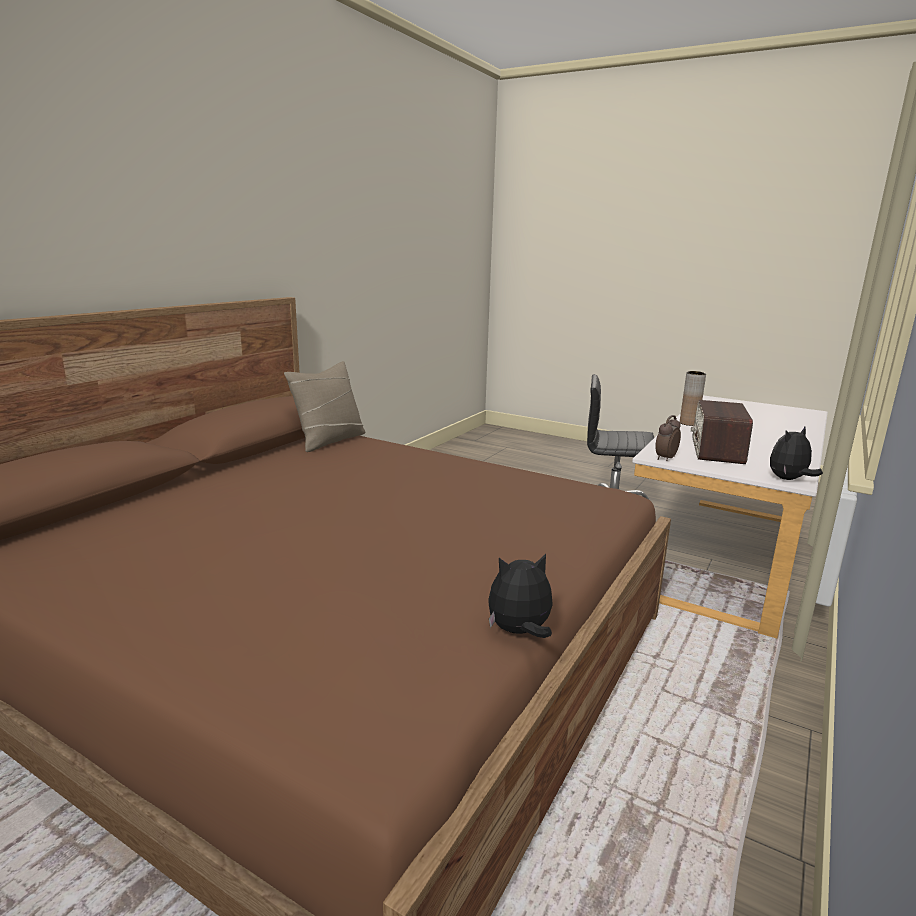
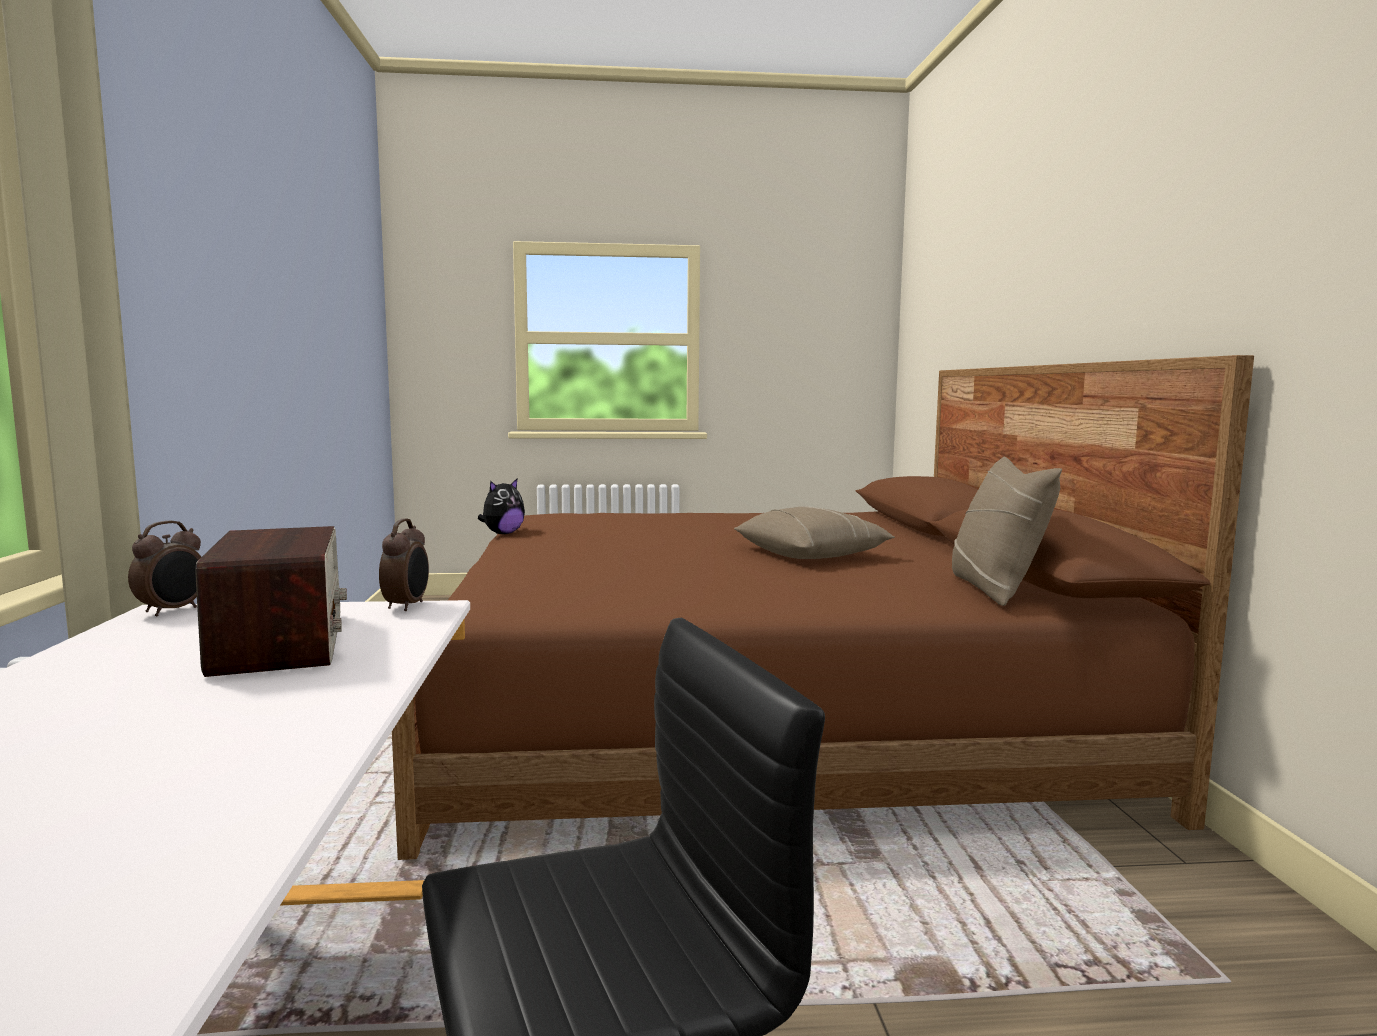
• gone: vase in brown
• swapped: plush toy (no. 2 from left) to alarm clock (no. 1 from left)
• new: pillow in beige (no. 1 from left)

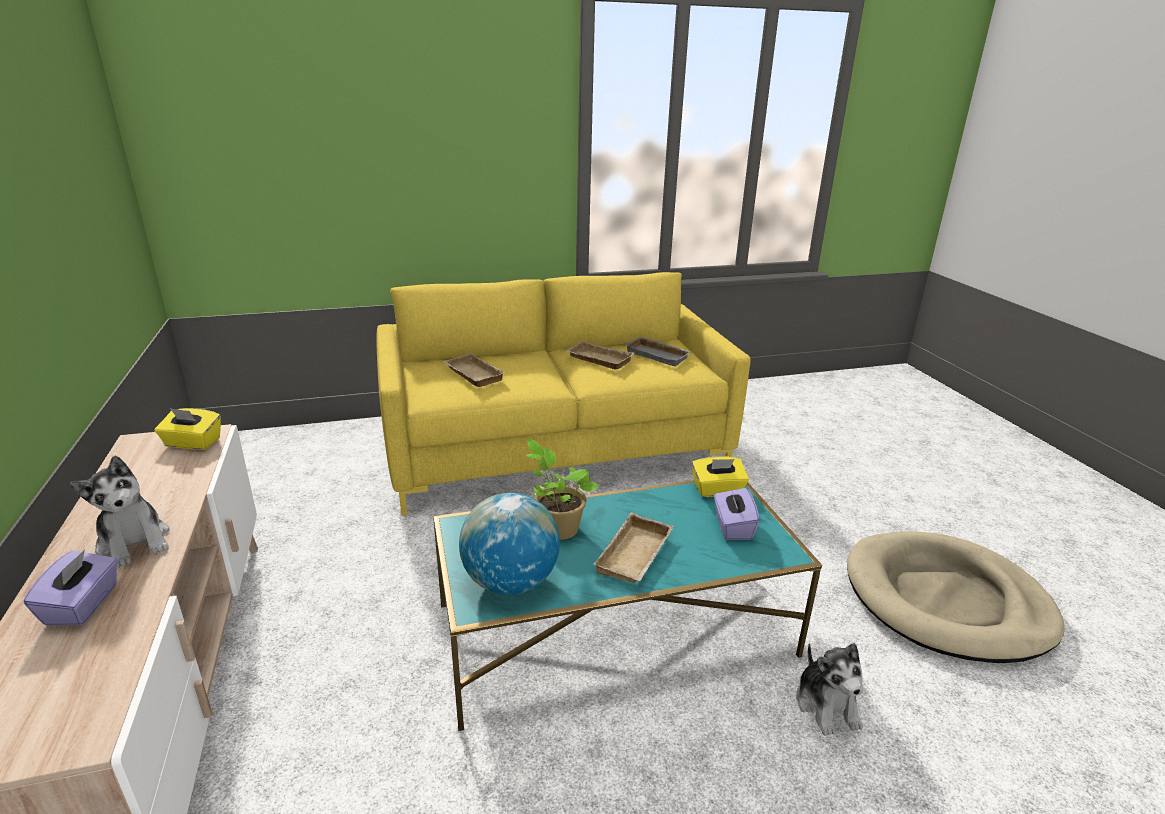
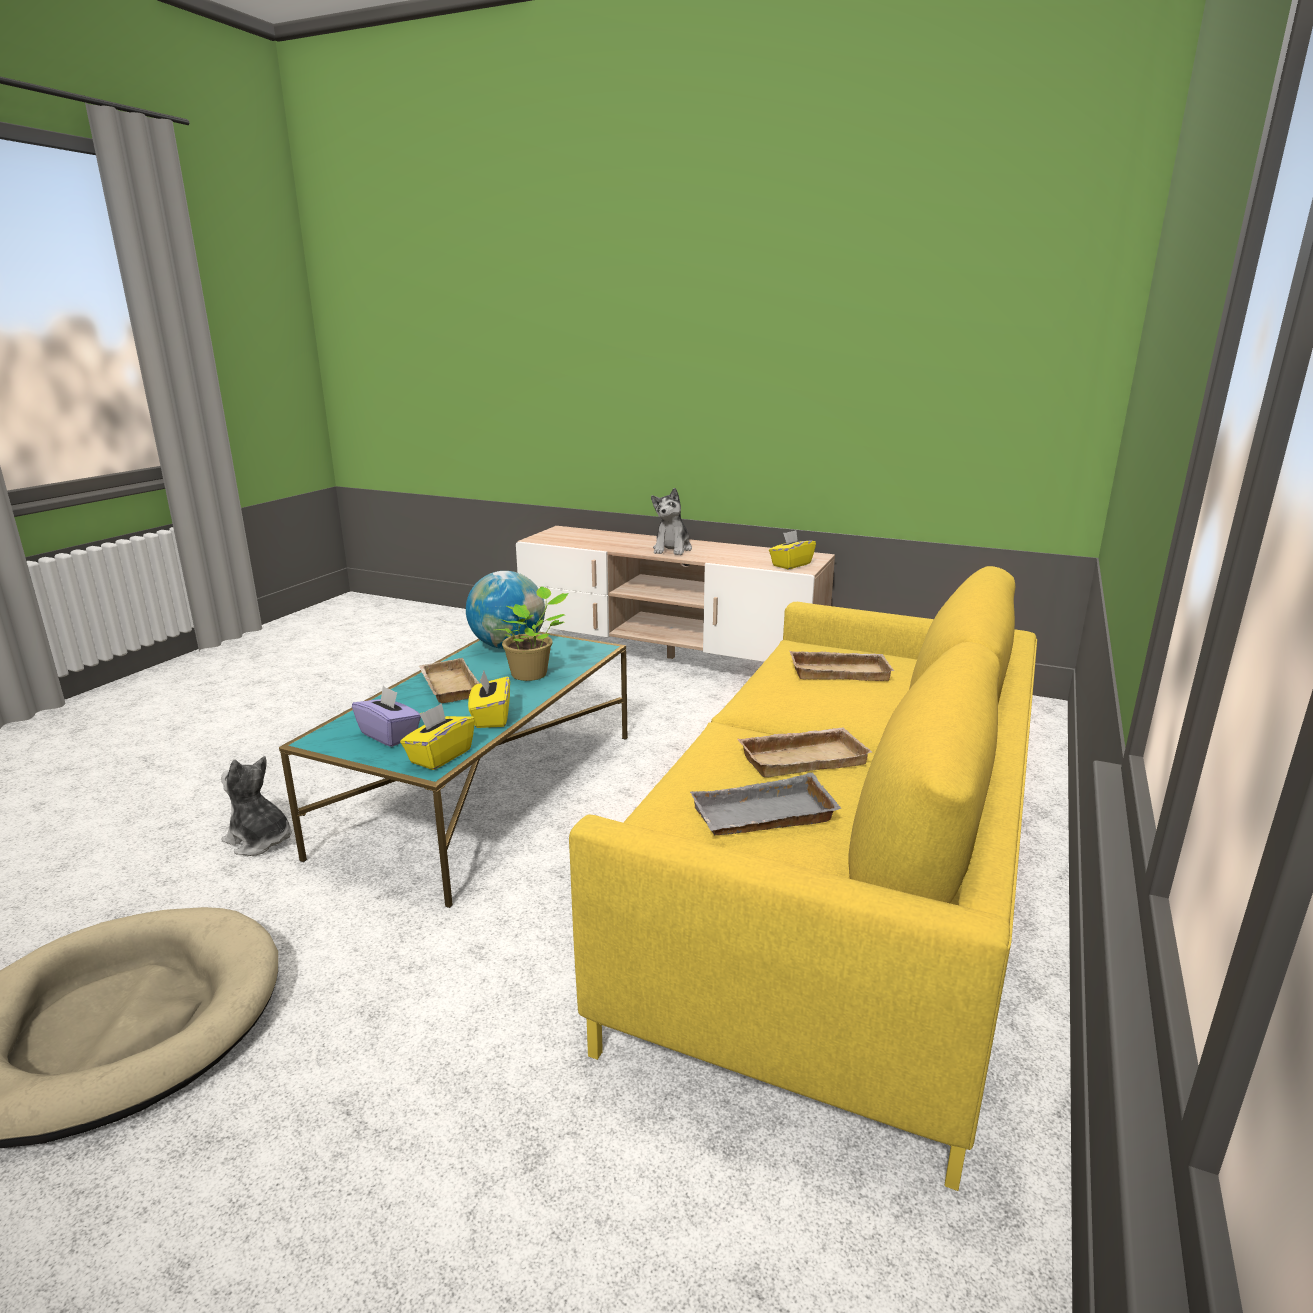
• rotated: plush toy (no. 1 from left in the first image) 75 degrees counterclockwise
• gone: tissue box in purple (no. 1 from left)
• new: tissue box in yellow (no. 2 from left)

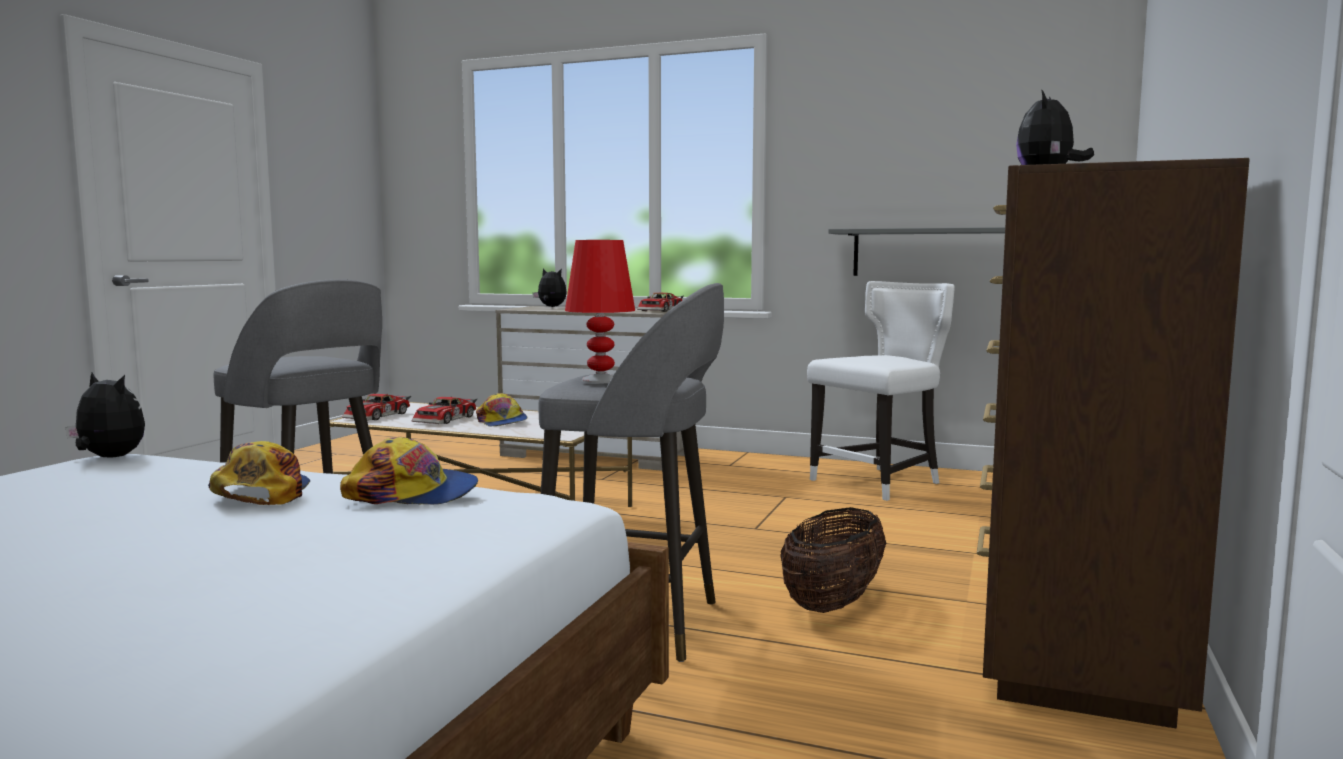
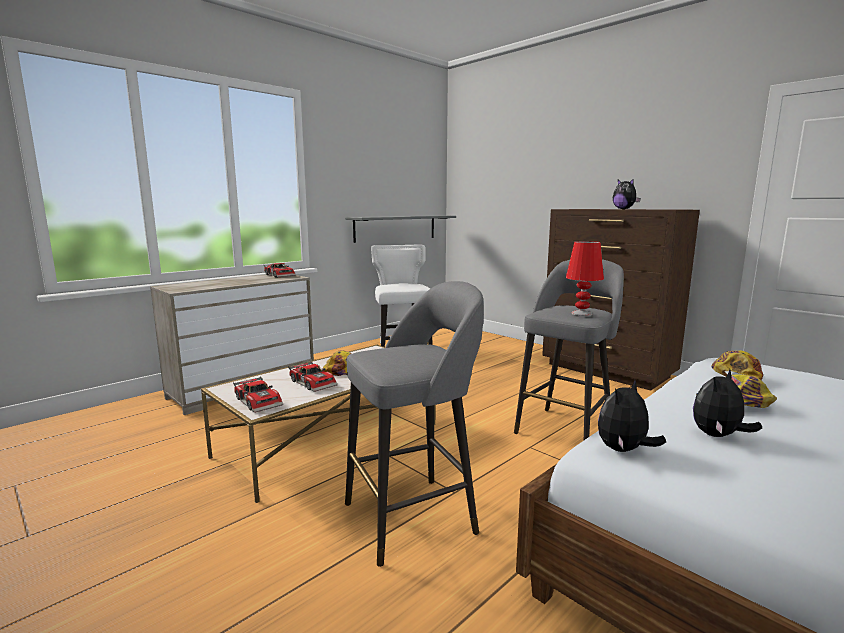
• shifted: plush toy (no. 2 from left in the first image) to plush toy (no. 3 from left)
• gone: basket

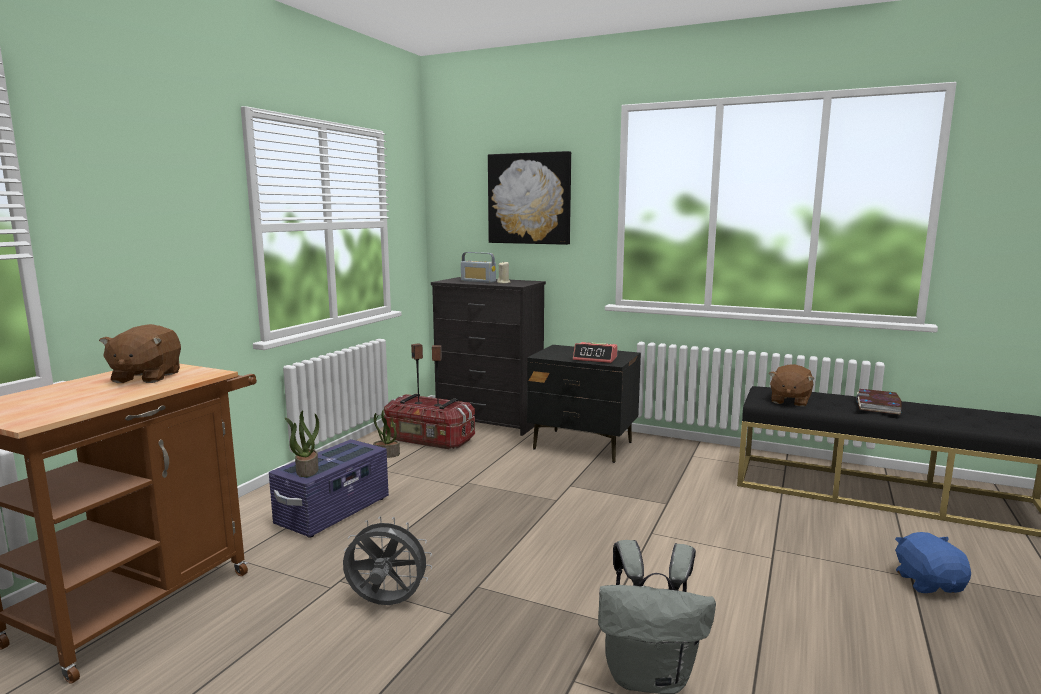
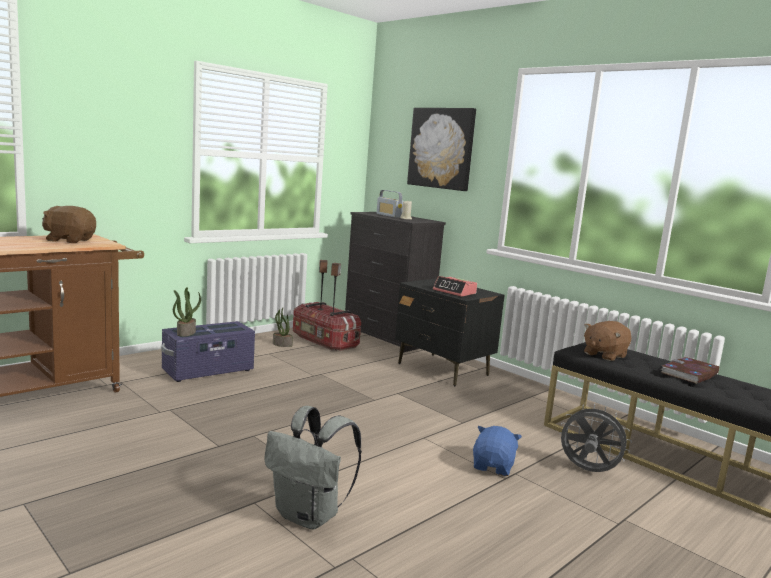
• rotated: plush toy in brown (no. 1 from left) 75 degrees clockwise
• shifted: fan in grey
• shifted: plush toy in blue

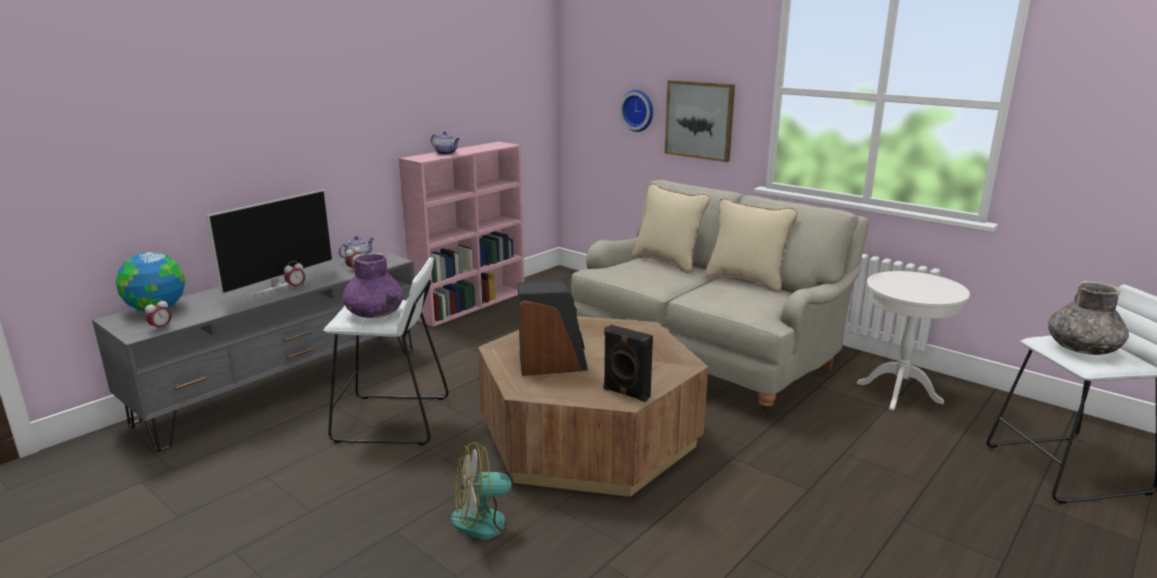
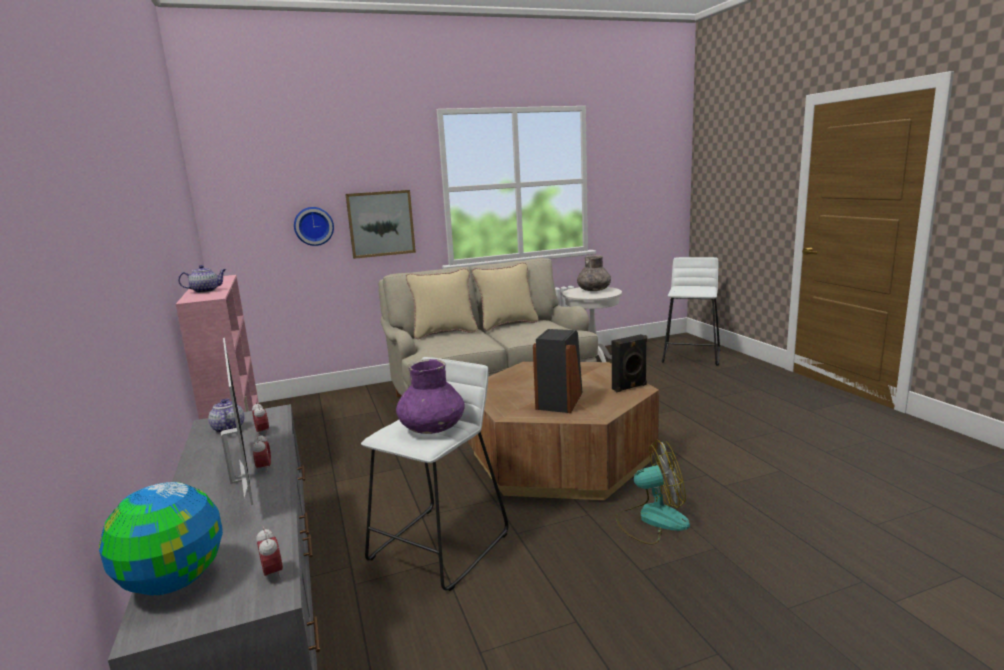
• shifted: vase in grey
• rotated: fan 105 degrees counterclockwise

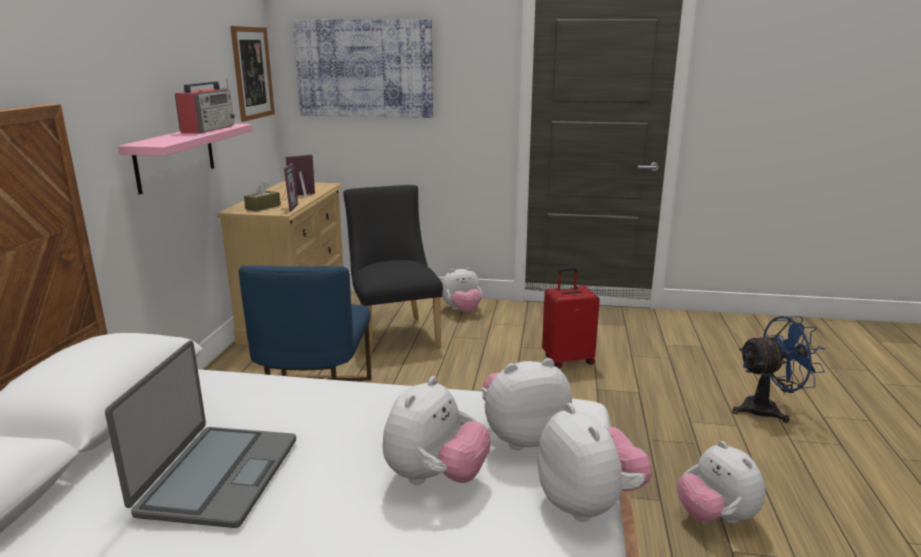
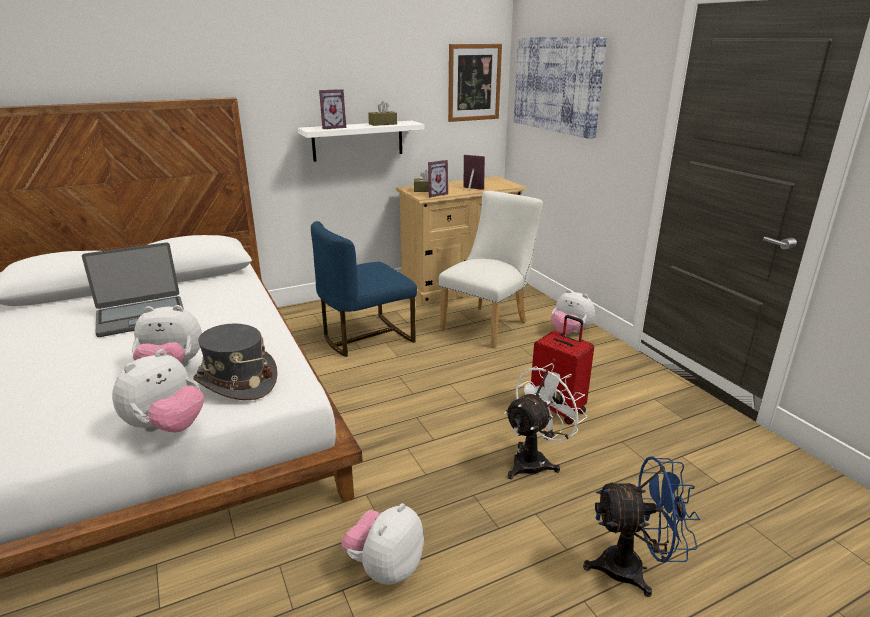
• swapped: radio to tissue box in brown (no. 1 from left)
• repainted: shelf in pink to shelf in white
• repainted: chair in black to chair in white
• rotated: fan in blue 45 degrees counterclockwise
• swapped: plush toy (no. 3 from left) to hat in grey
• new: picture frame (no. 1 from left)
• new: fan in white

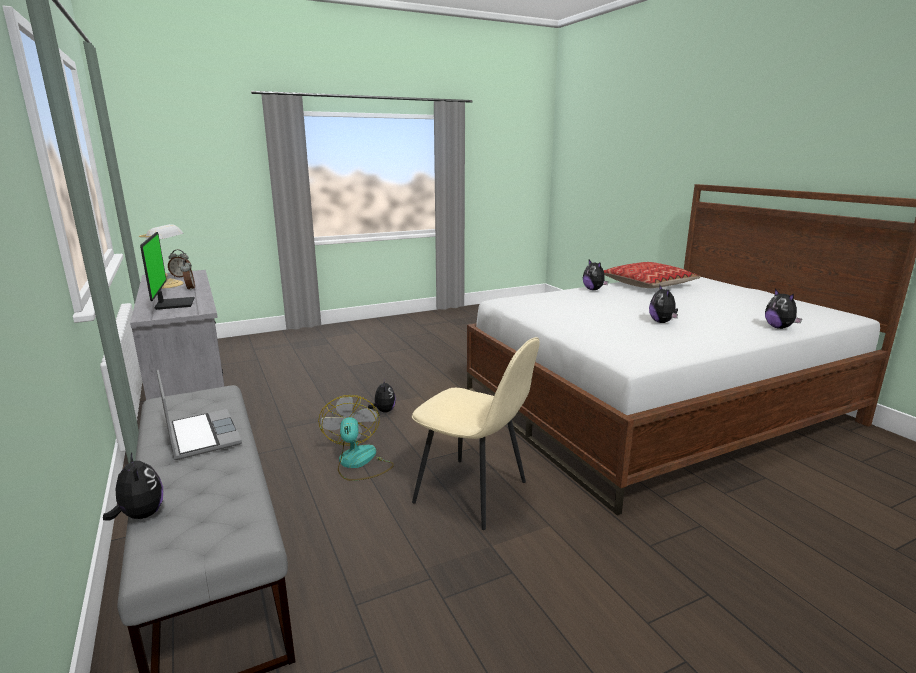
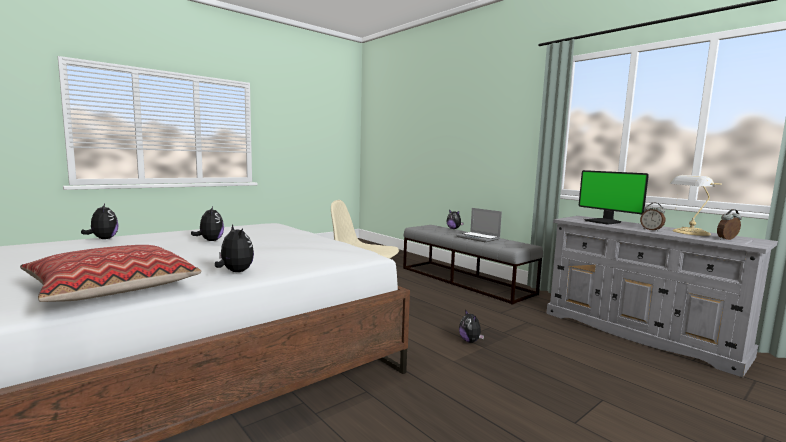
• gone: fan

